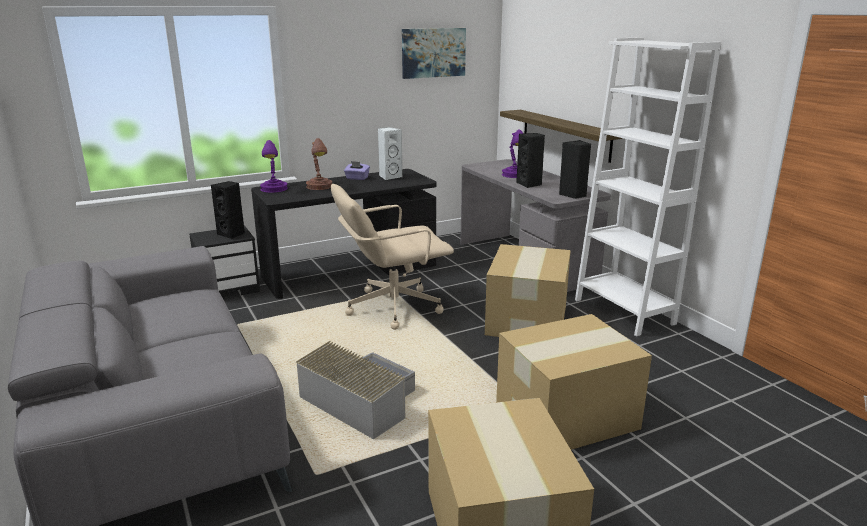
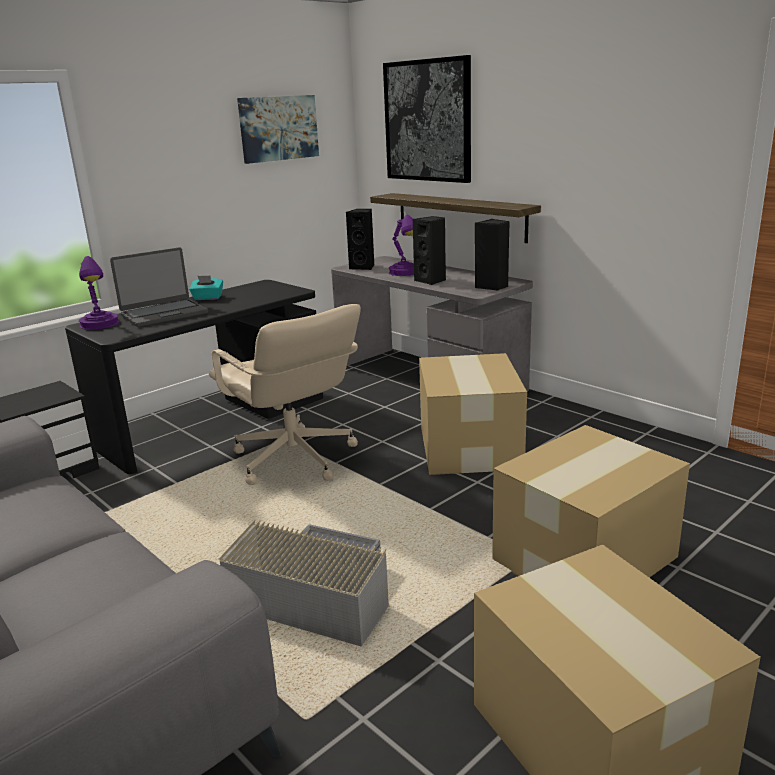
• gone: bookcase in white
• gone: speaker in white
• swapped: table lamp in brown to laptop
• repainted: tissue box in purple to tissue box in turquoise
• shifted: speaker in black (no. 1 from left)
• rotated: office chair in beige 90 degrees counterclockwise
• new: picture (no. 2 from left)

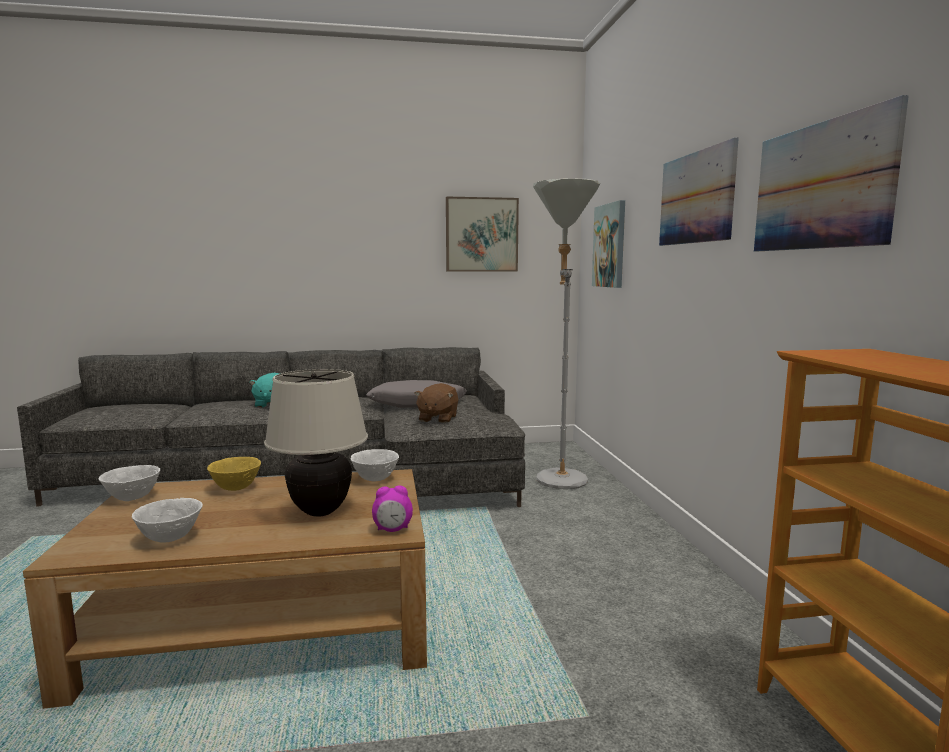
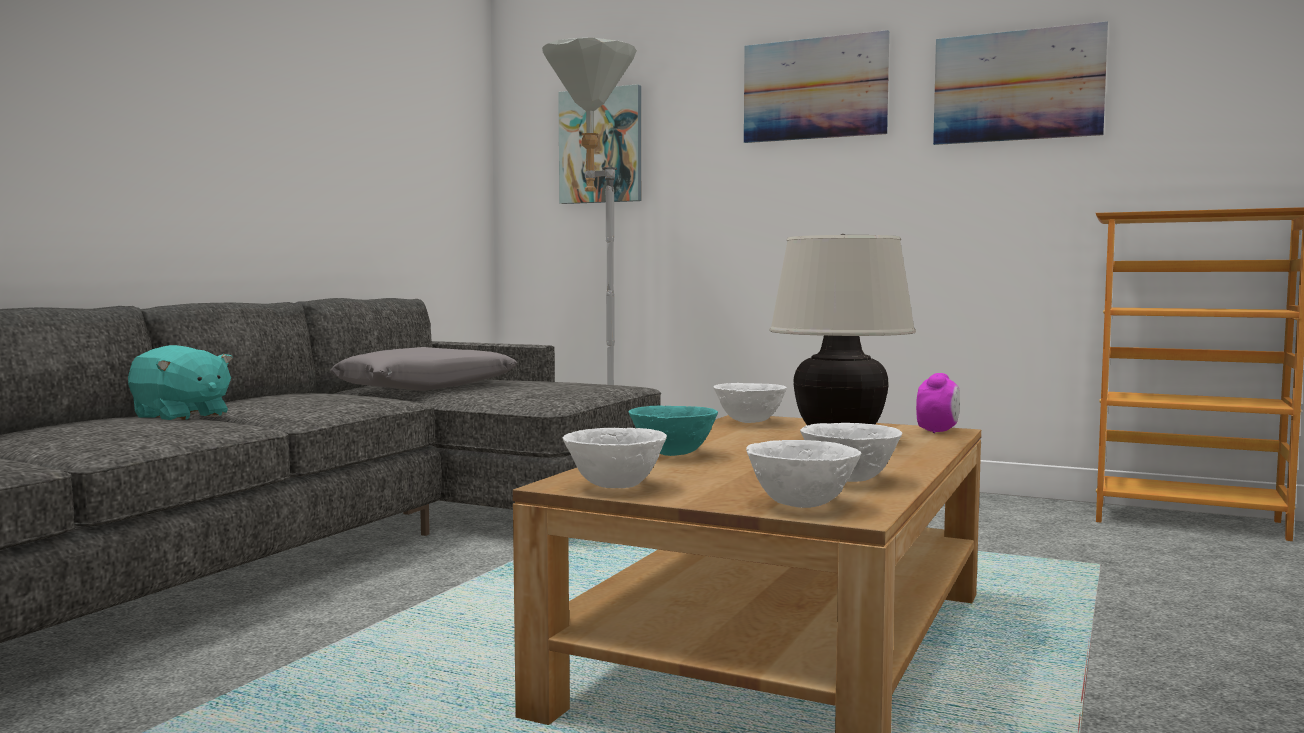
• gone: picture (no. 1 from left)
• gone: plush toy in brown
• repainted: bowl in yellow to bowl in turquoise
• new: bowl in white (no. 3 from left)

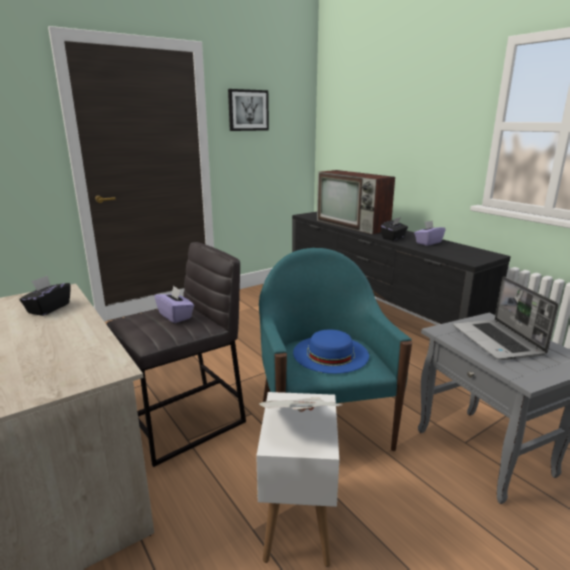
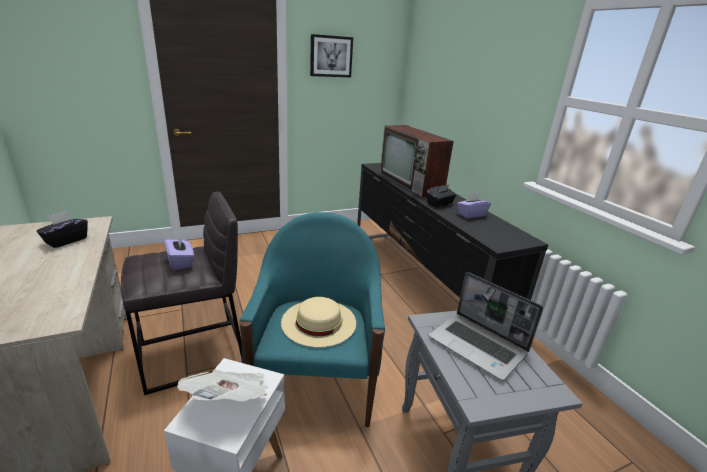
• rotated: laptop 45 degrees counterclockwise
• repainted: hat in blue to hat in beige

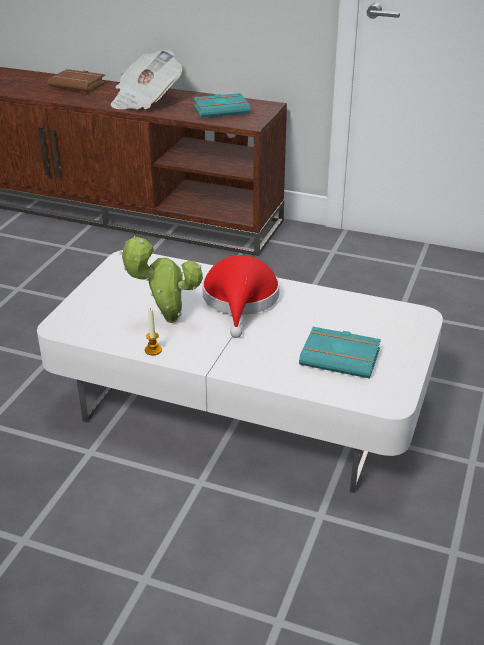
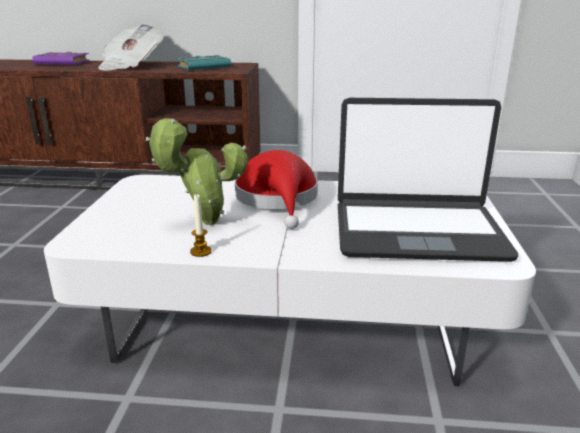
• repainted: book in brown to book in purple
• swapped: book in turquoise (no. 2 from left) to laptop

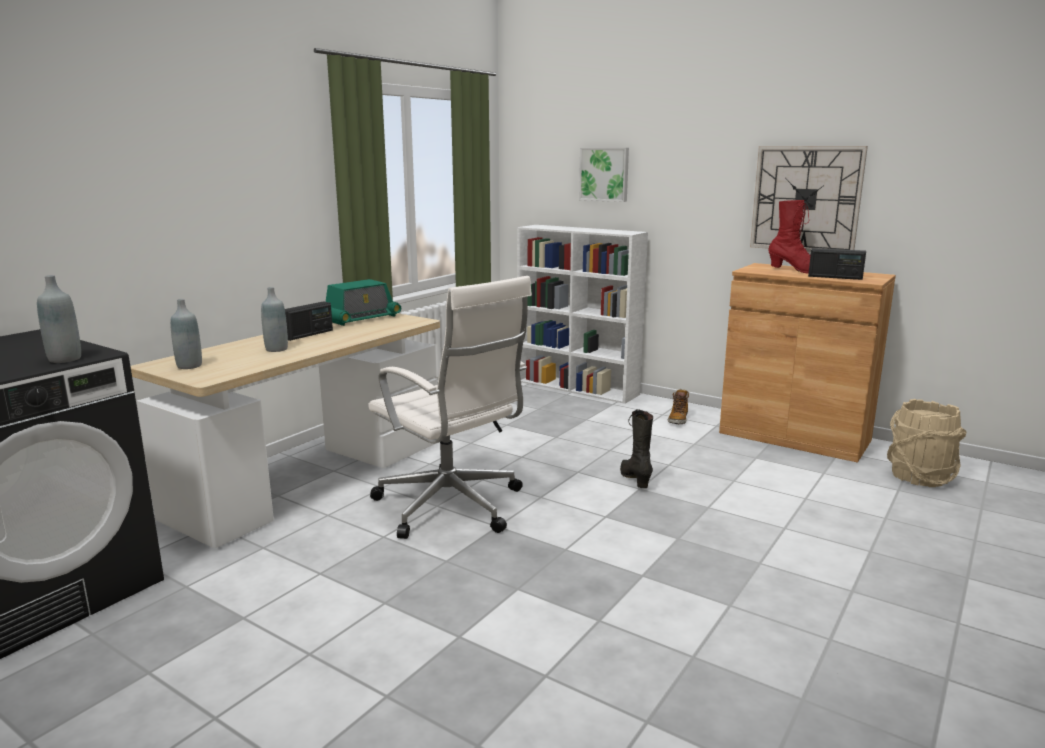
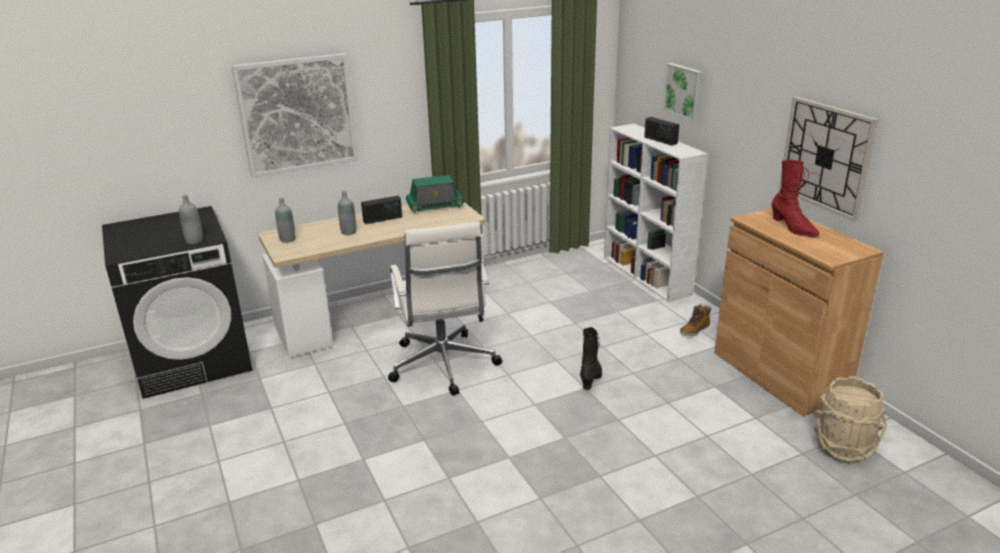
• shifted: radio (no. 3 from left)
• new: picture (no. 1 from left)

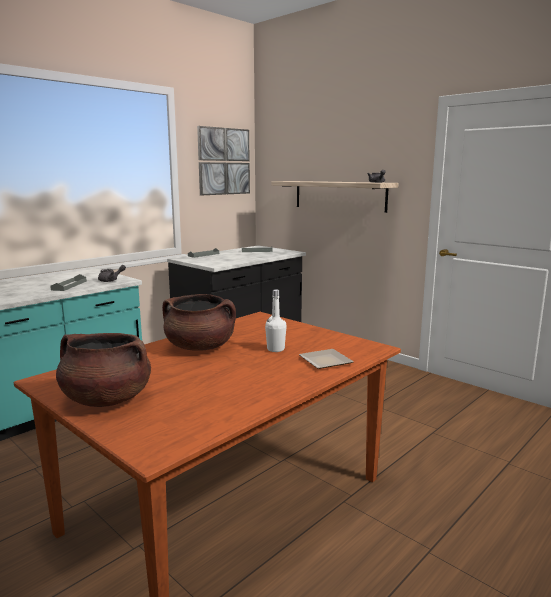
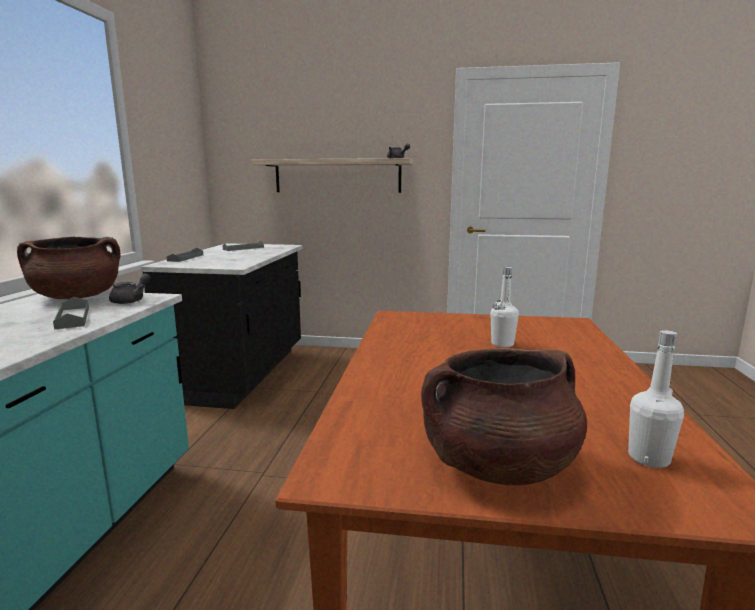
• gone: picture
• shifted: cooking pot in brown (no. 2 from left in the first image) to cooking pot in brown (no. 1 from left)
• gone: plate
• new: bottle in white (no. 2 from left)

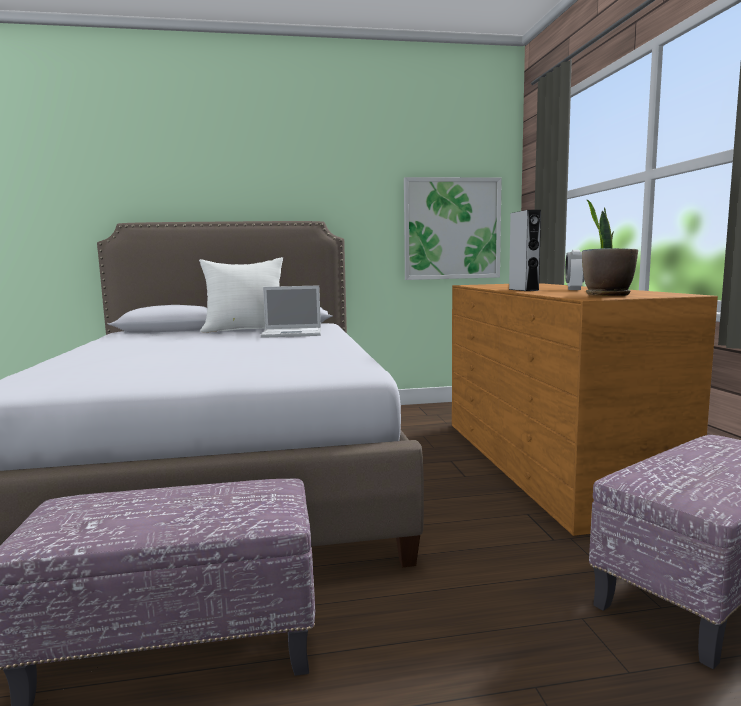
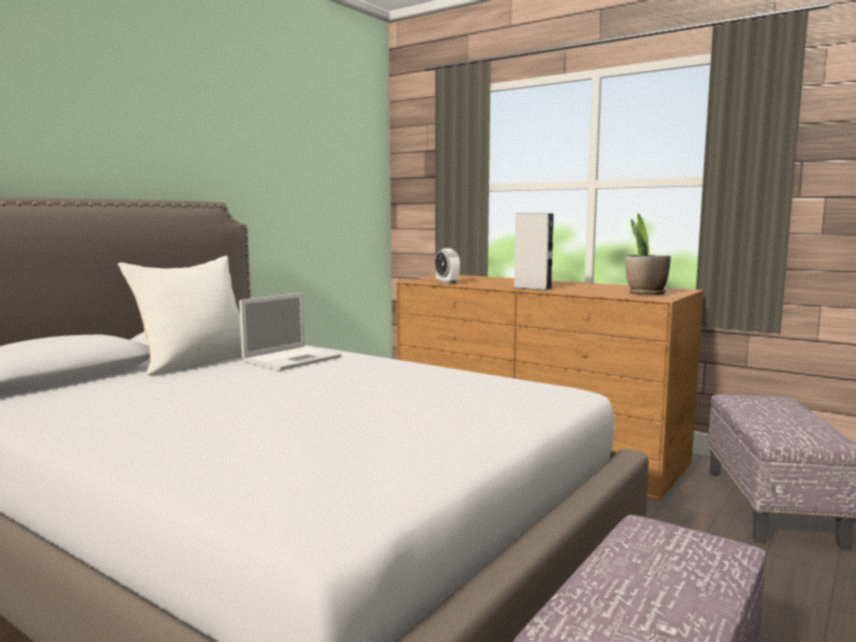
• gone: picture
• shifted: alarm clock

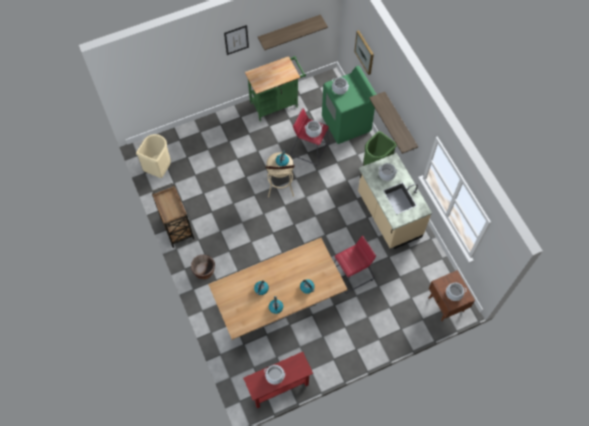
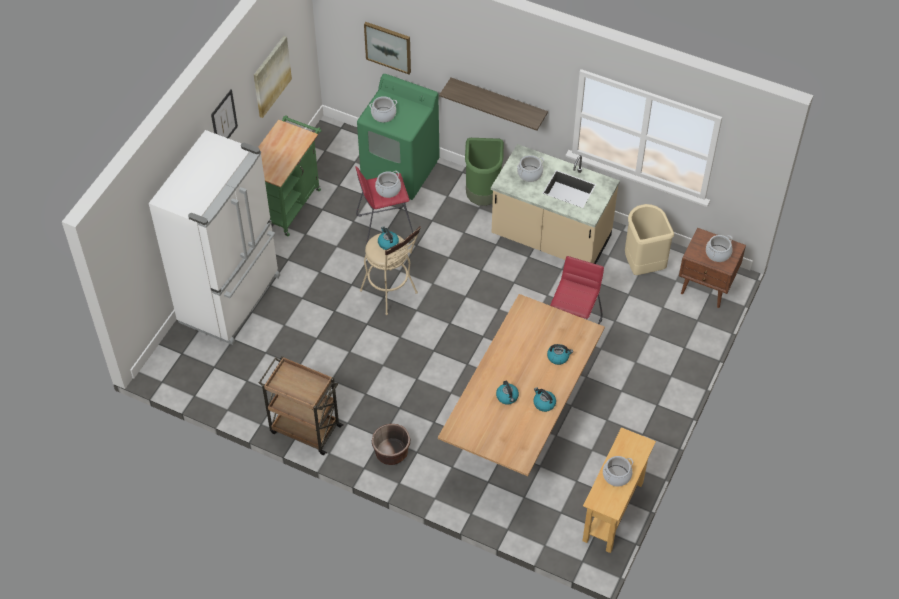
• swapped: shelf (no. 1 from left) to picture (no. 2 from left)
• shifted: trash can in beige
• repainted: console table in red to console table in beige
• new: fridge in white

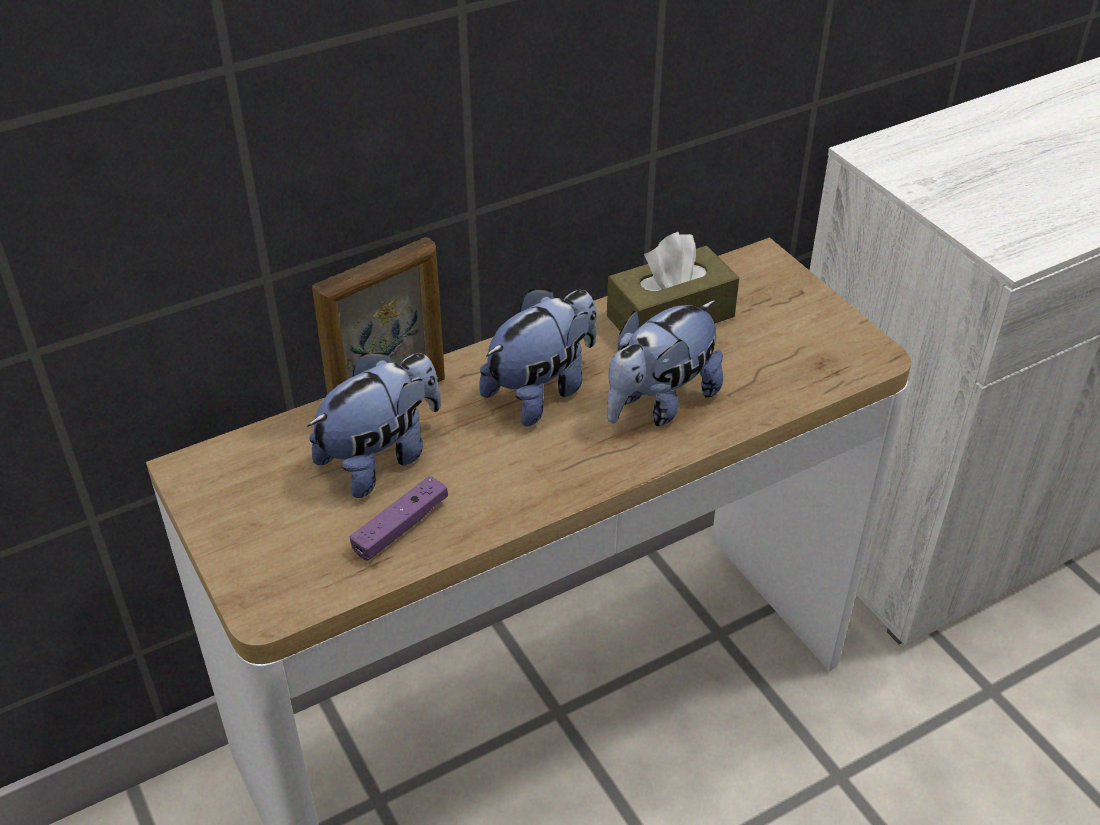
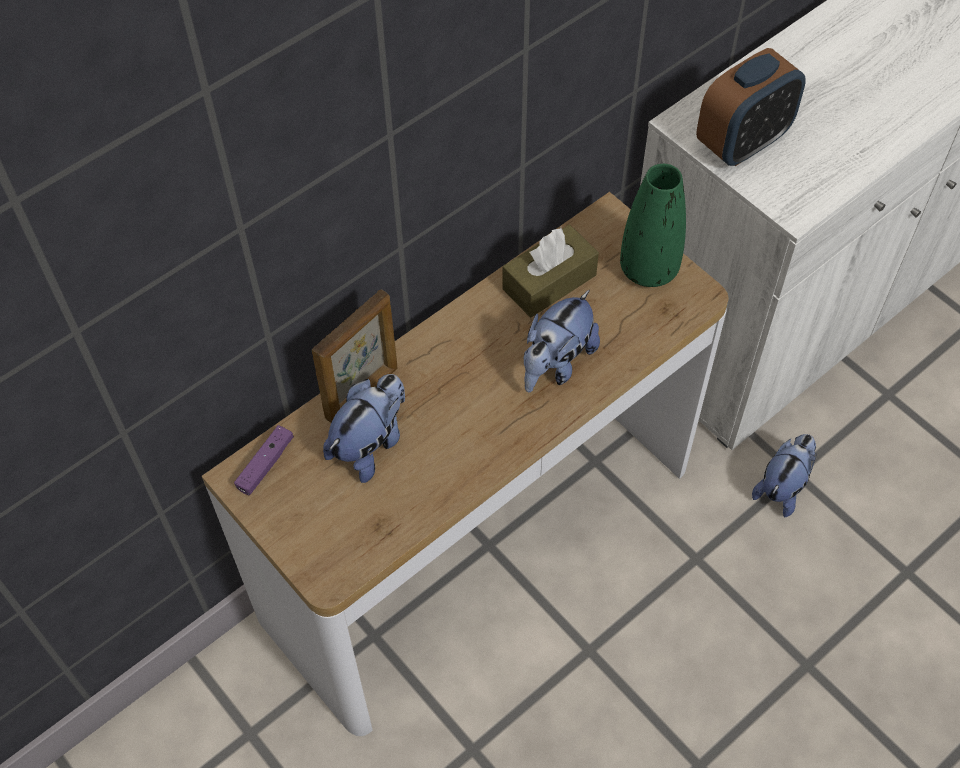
• shifted: plush toy (no. 2 from left in the first image) to plush toy (no. 3 from left)
• shifted: game controller in purple
• new: alarm clock
• new: vase in green

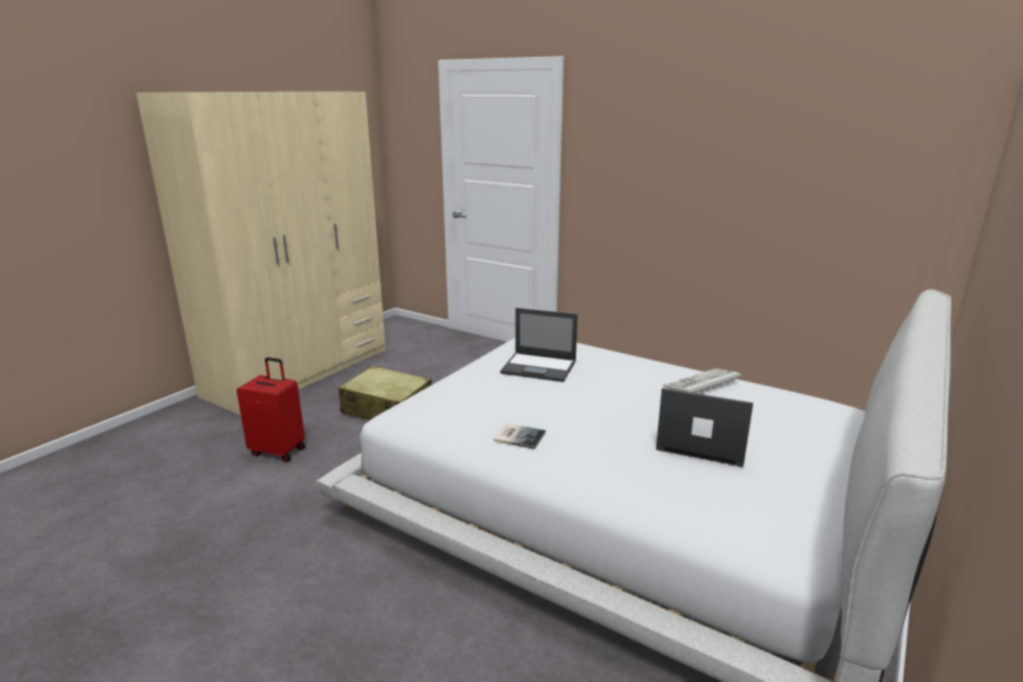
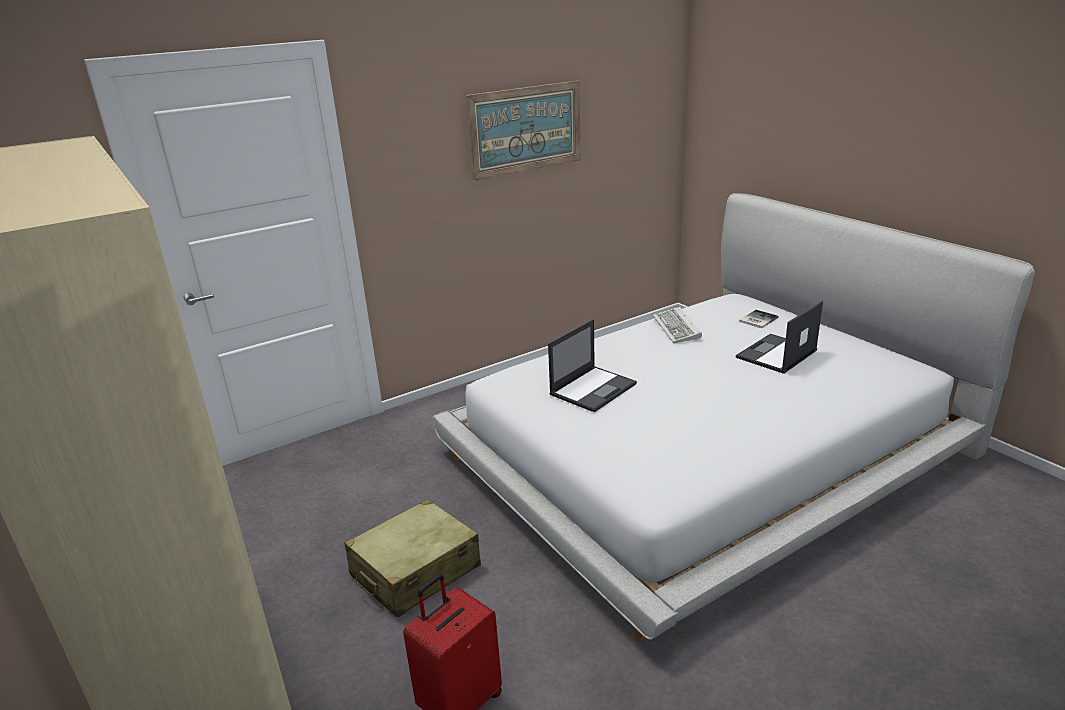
• shifted: book
• new: picture

